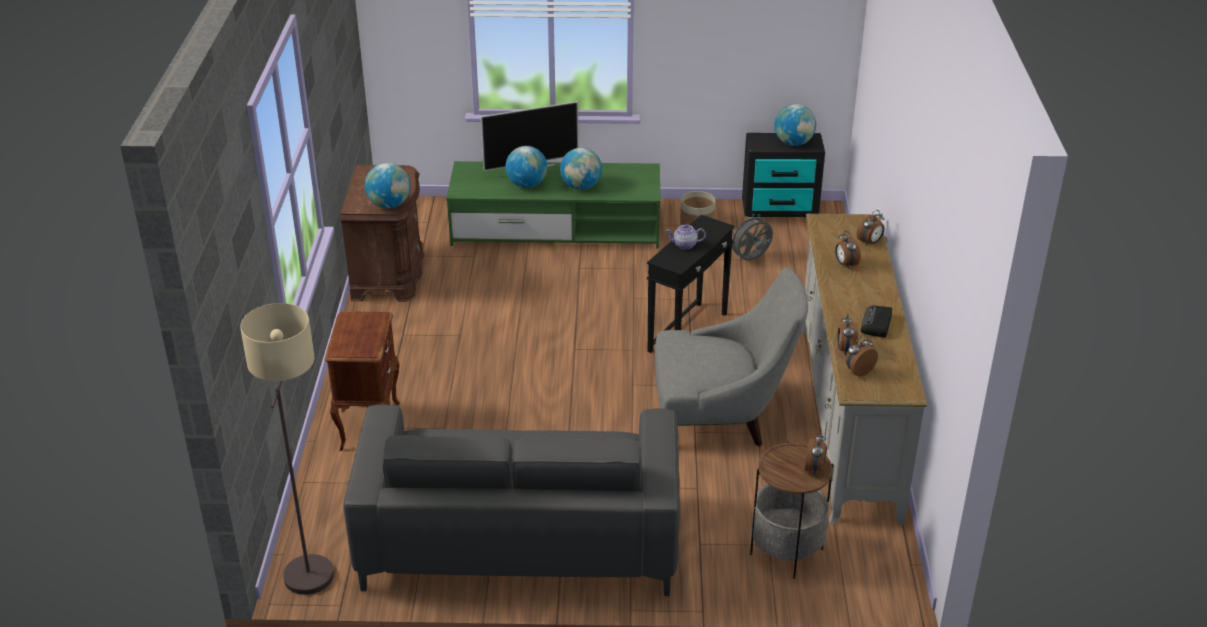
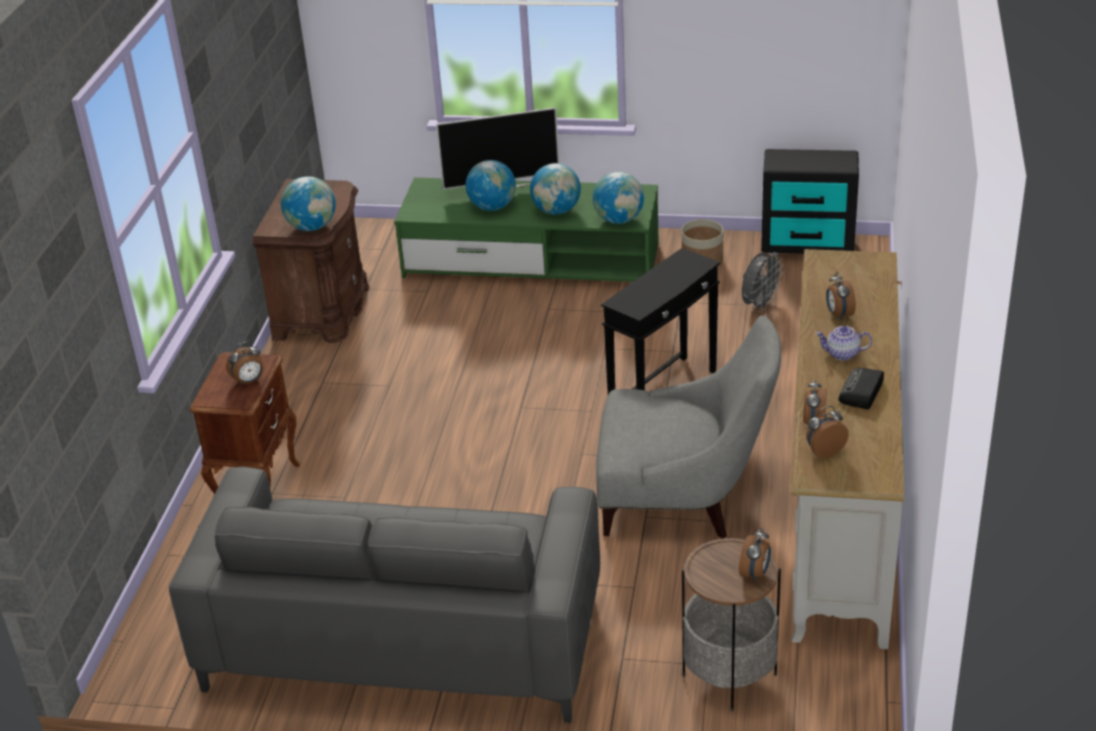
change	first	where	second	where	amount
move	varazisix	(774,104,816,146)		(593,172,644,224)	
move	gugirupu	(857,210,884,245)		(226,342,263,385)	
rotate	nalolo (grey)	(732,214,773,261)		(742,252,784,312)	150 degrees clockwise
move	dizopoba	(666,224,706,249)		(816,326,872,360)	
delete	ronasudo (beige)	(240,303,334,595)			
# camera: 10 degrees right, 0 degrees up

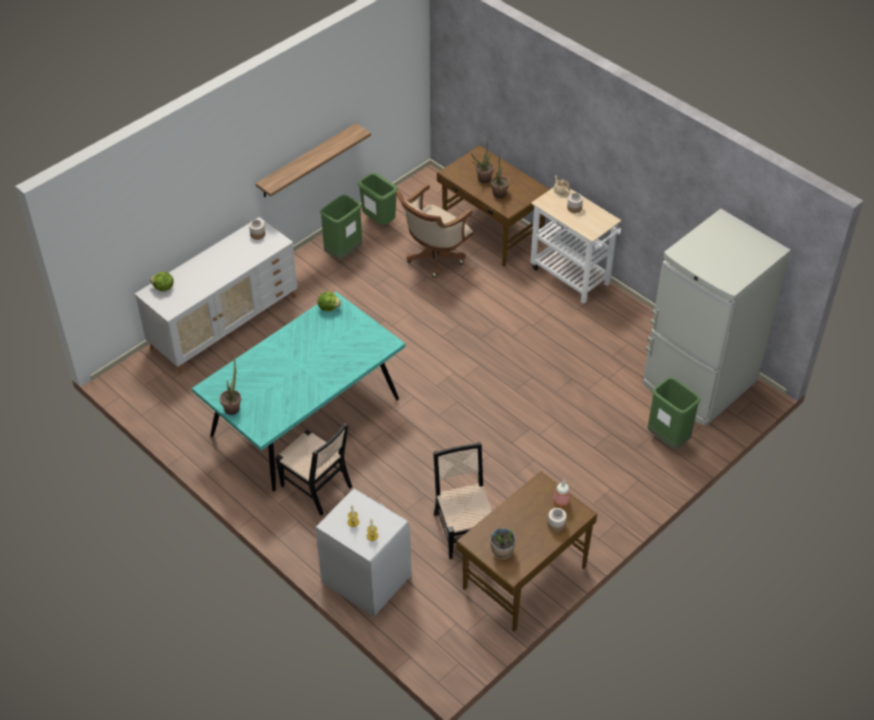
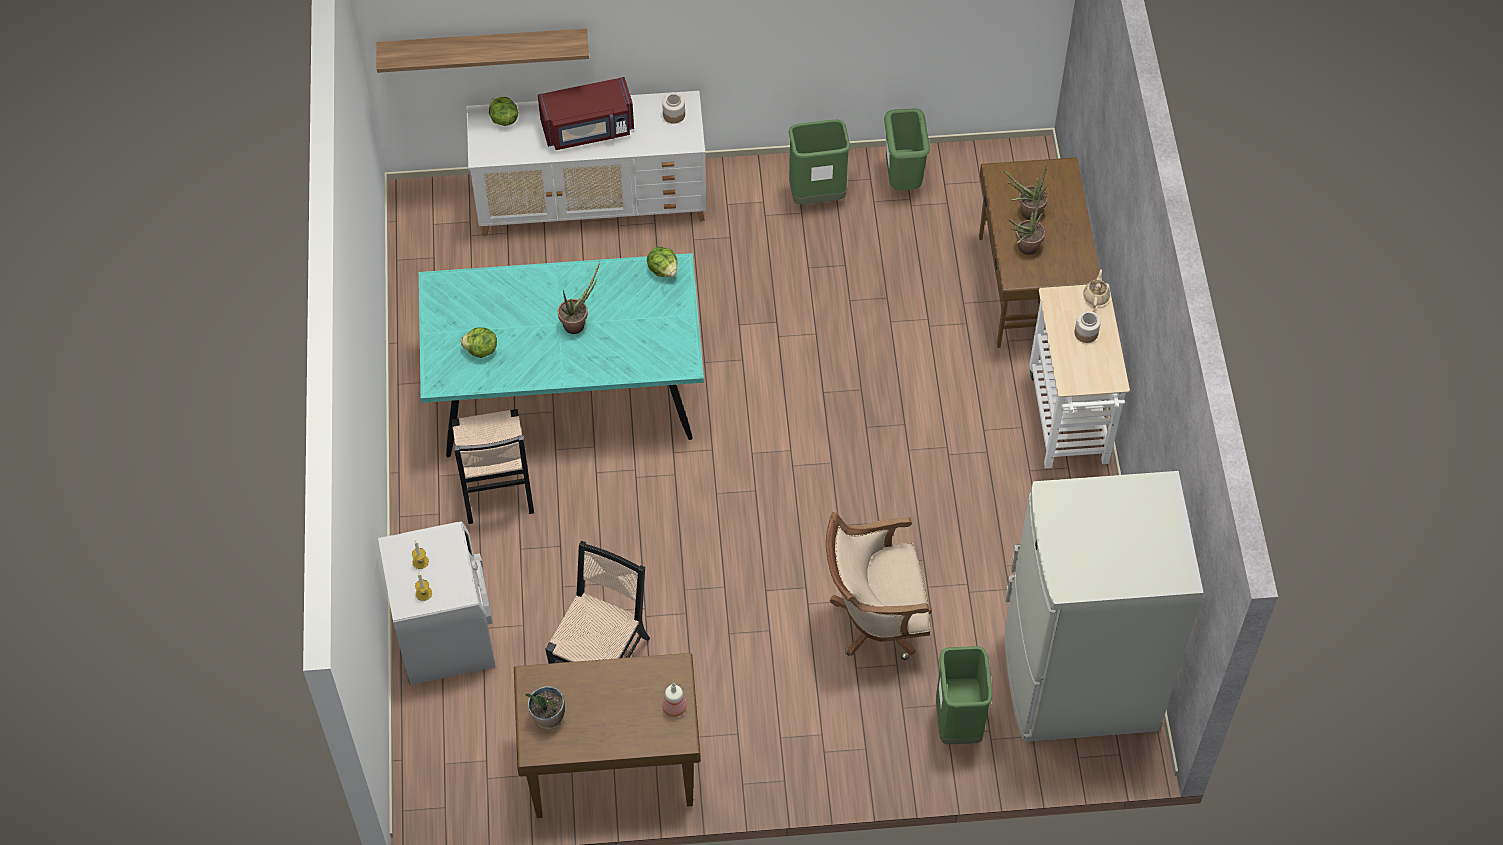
change	first	where	second	where	amount
move	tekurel	(255,123,371,197)		(376,28,589,73)	
move	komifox	(396,184,473,278)		(826,512,932,660)	
move	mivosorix	(220,355,241,415)		(558,262,600,334)	
delete	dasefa	(548,508,567,532)			
insert			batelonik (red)	(538,77,634,150)	
insert			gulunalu	(461,327,497,358)	
# camera: 40 degrees right, 10 degrees up

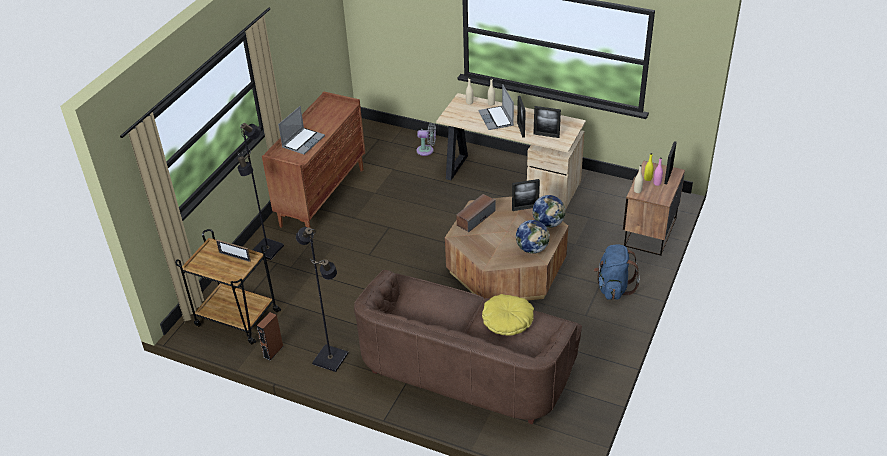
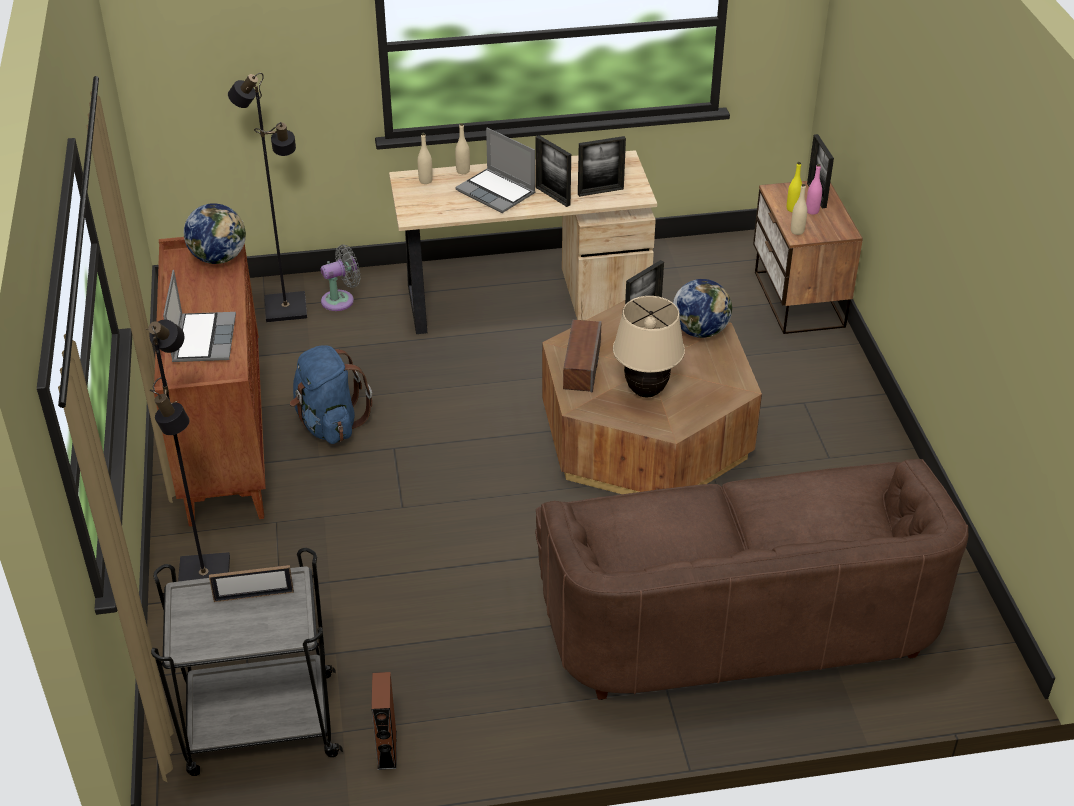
change	first	where	second	where	amount
move	varazisix	(516,220,550,254)		(184,203,246,264)	
move	ronasudo (black)	(296,227,349,372)		(228,73,307,322)	
recolor	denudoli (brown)	(175,229,281,344)	denudoli (grey)	(151,548,343,776)	
move	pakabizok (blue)	(594,245,640,300)		(290,345,372,444)	
delete	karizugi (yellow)	(482,294,534,336)			
insert			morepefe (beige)	(613,296,685,398)	
# camera: 35 degrees left, 0 degrees up

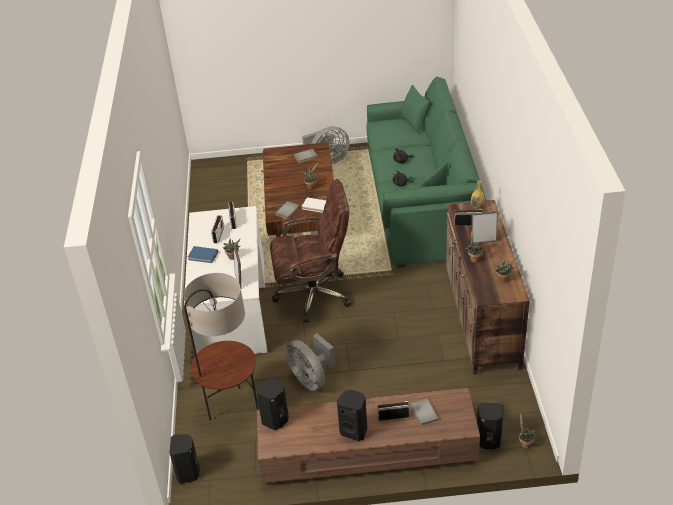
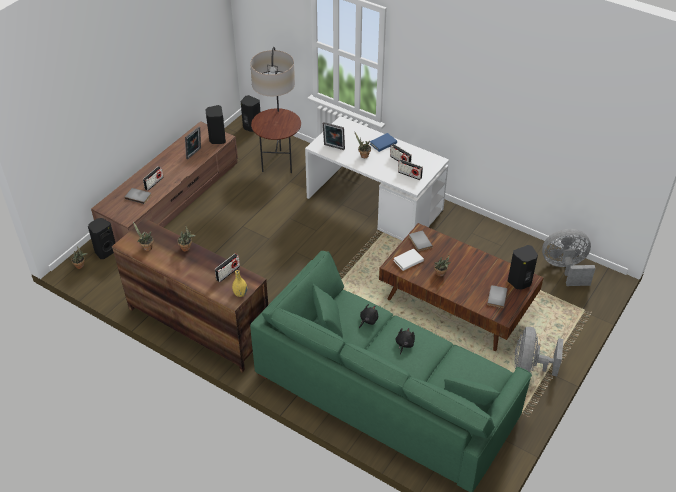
change	first	where	second	where	amount
delete	komifox (brown)	(270,179,351,323)			
move	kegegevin	(471,211,498,243)		(185,127,201,159)	
move	nalolo (grey)	(285,333,335,391)		(542,229,595,286)	
move	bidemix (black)	(337,389,367,441)		(508,245,538,290)	
# camera: 125 degrees right, 5 degrees up

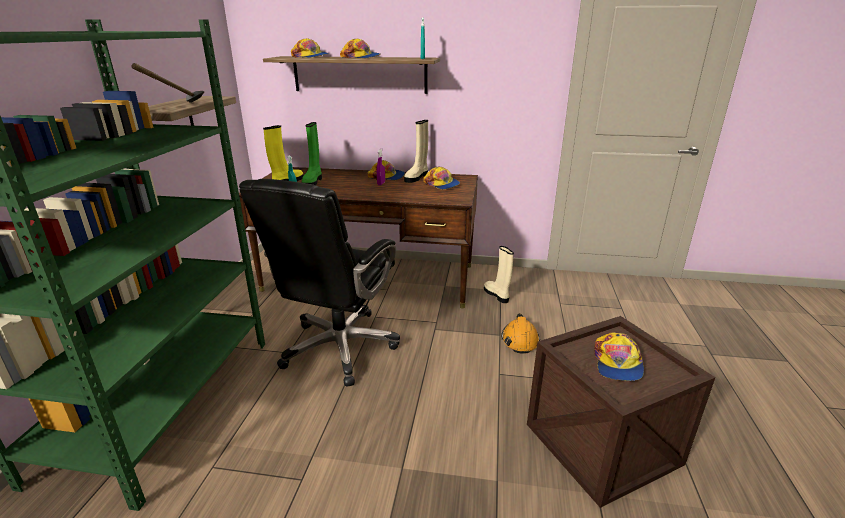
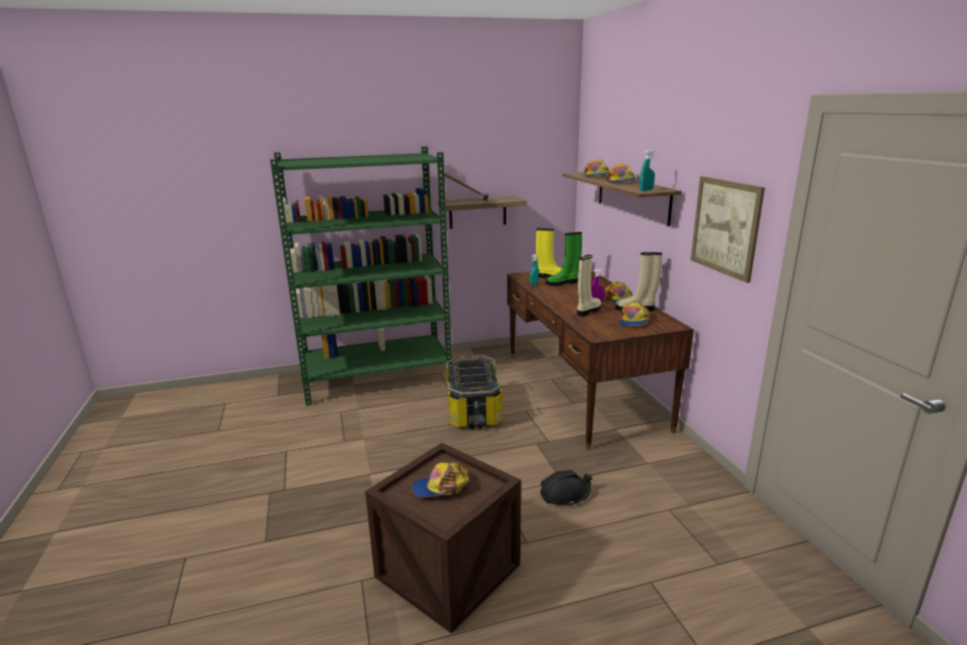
change	first	where	second	where	amount
replace	komifox (black)	(239,179,400,387)	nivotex	(446,355,503,429)	
move	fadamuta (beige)	(484,246,514,303)		(577,255,601,317)	
recolor	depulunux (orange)	(501,313,540,354)	depulunux (black)	(540,470,592,506)	
insert			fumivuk	(691,176,765,283)	
# camera: 65 degrees right, 5 degrees down

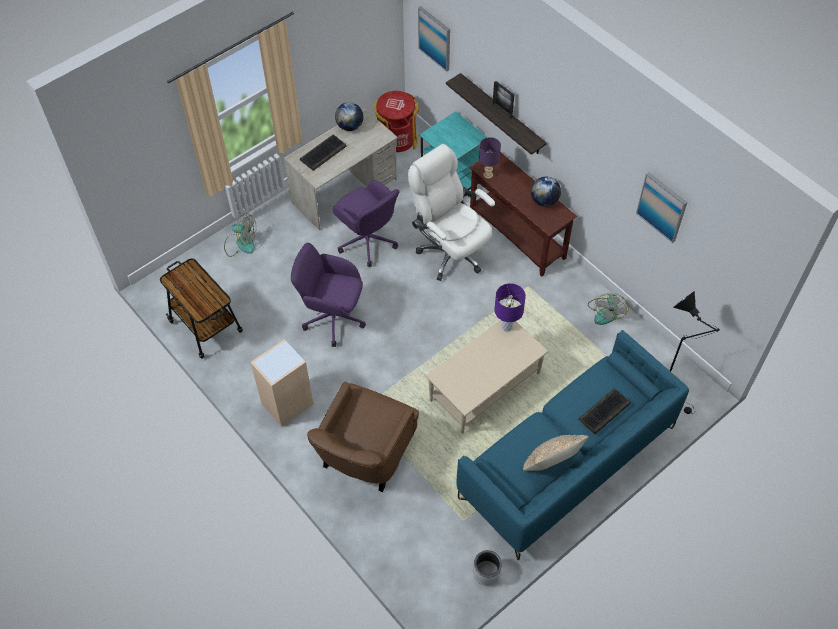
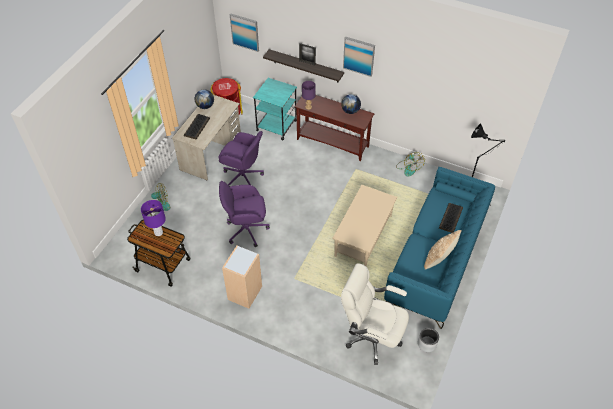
change	first	where	second	where	amount
move	komifox (white)	(408,144,495,281)		(341,263,409,365)	
move	fumivuk	(636,172,687,243)		(343,37,375,77)	
move	morepefe (purple)	(494,283,526,332)		(141,200,166,236)	
delete	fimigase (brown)	(307,382,419,492)			
# camera: 25 degrees left, 5 degrees down

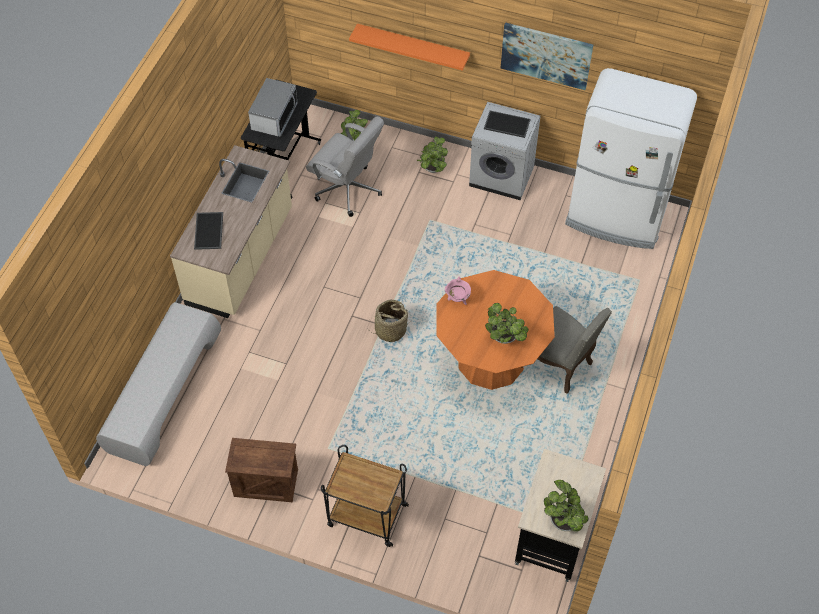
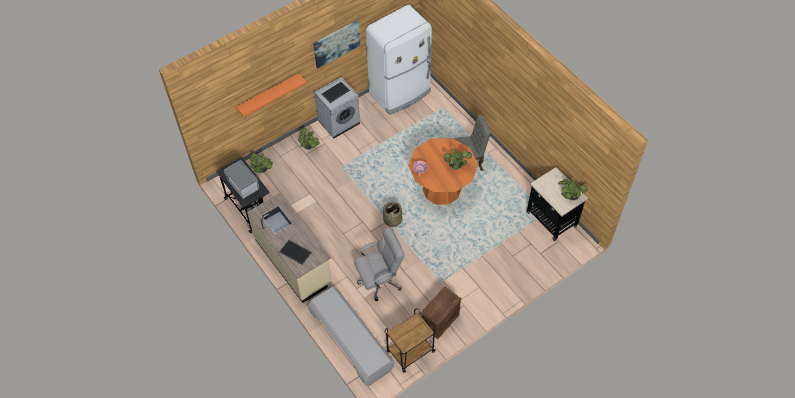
change	first	where	second	where	amount
move	komifox (grey)	(306,116,384,217)		(354,228,405,301)	
move	denudoli (brown)	(321,445,409,547)		(385,309,436,373)	
# camera: 55 degrees left, 0 degrees up

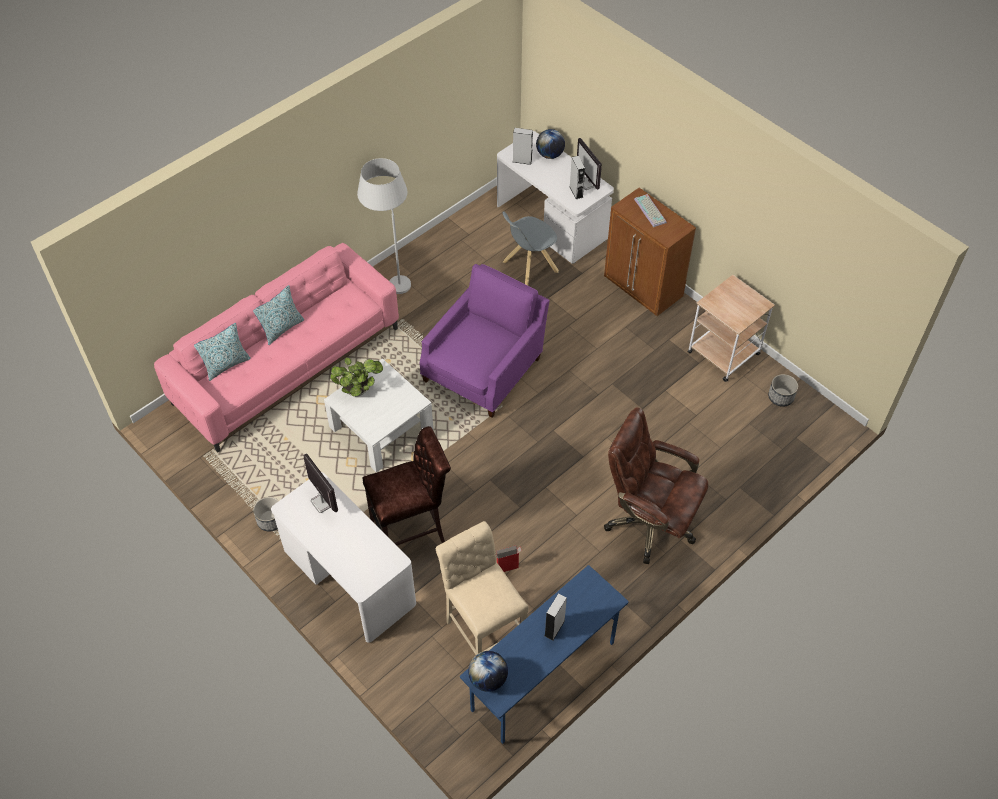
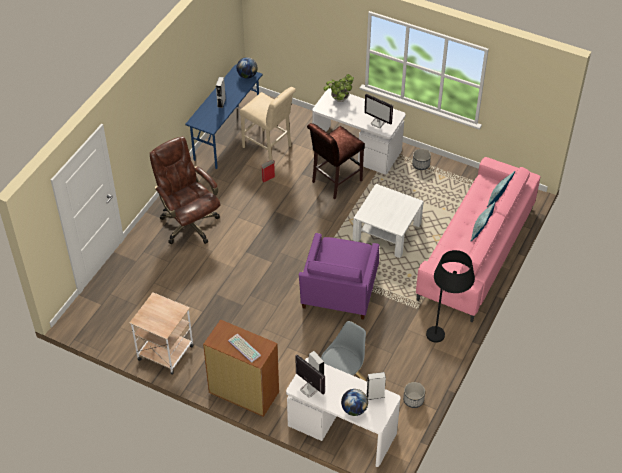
change	first	where	second	where	amount
recolor	ronasudo (white)	(357,158,411,294)	ronasudo (black)	(426,250,475,343)	
move	mivosorix	(330,358,383,397)		(324,74,354,102)	
move	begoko	(768,374,798,407)		(403,382,425,408)	
rotate	komifox (brown)	(604,407,708,564)		(150,136,220,244)	135 degrees counterclockwise
# camera: 160 degrees right, 5 degrees down

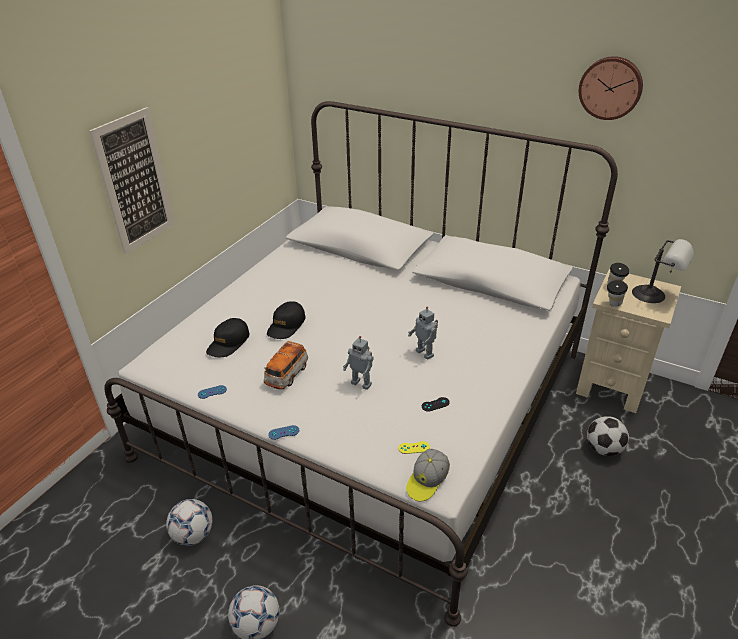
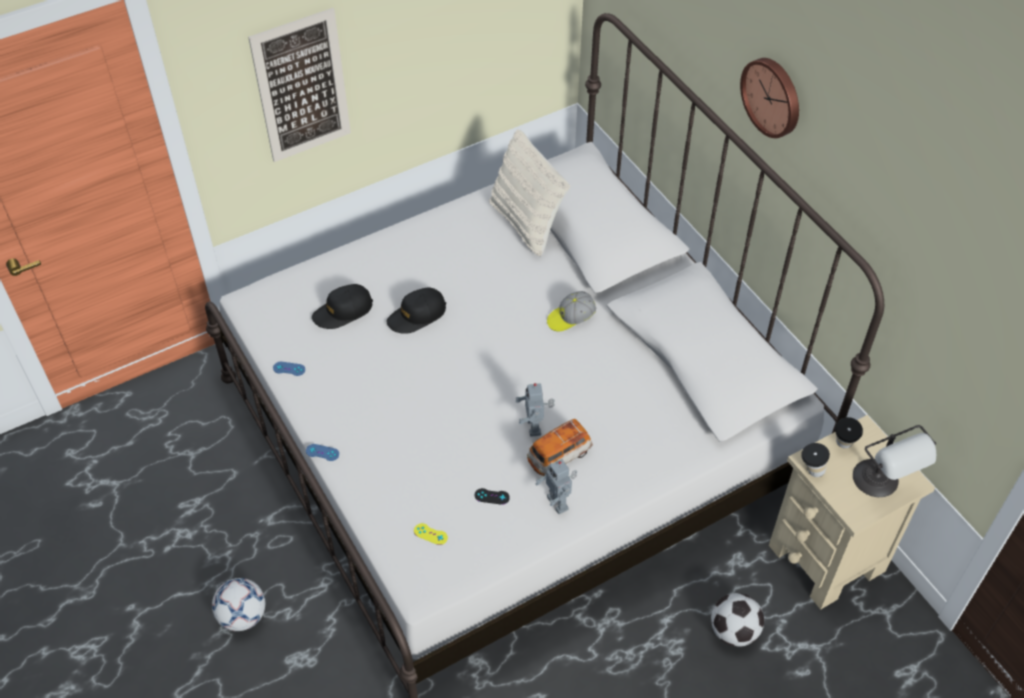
change	first	where	second	where	amount
move	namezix	(579,56,643,120)		(740,58,799,138)	
move	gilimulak	(343,336,374,390)		(536,459,577,514)	
move	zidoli	(264,341,308,389)		(527,419,593,476)	
move	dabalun	(406,449,450,502)		(547,291,596,332)	
delete	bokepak	(166,499,213,546)			
insert			karizugi (beige)	(489,129,570,256)	
# camera: 30 degrees right, 15 degrees up

